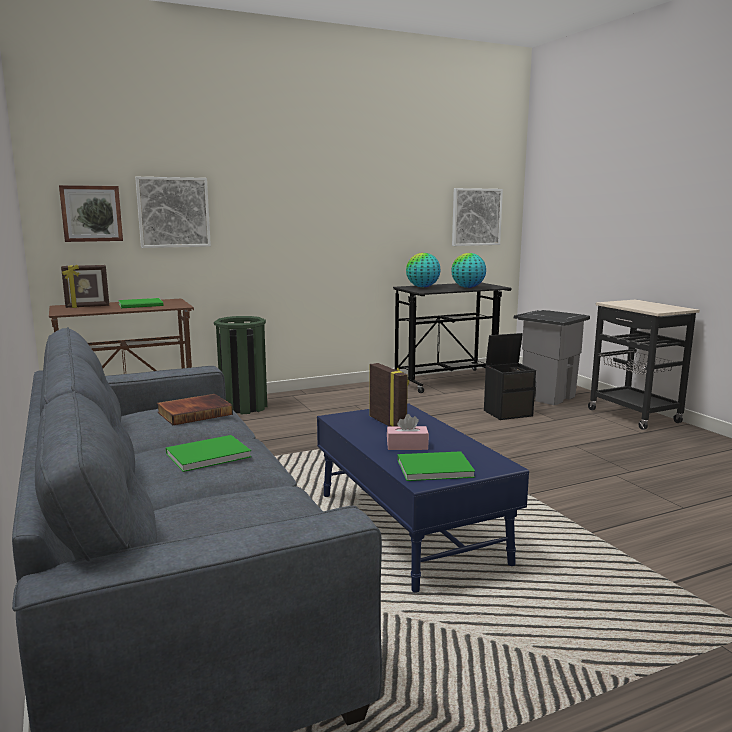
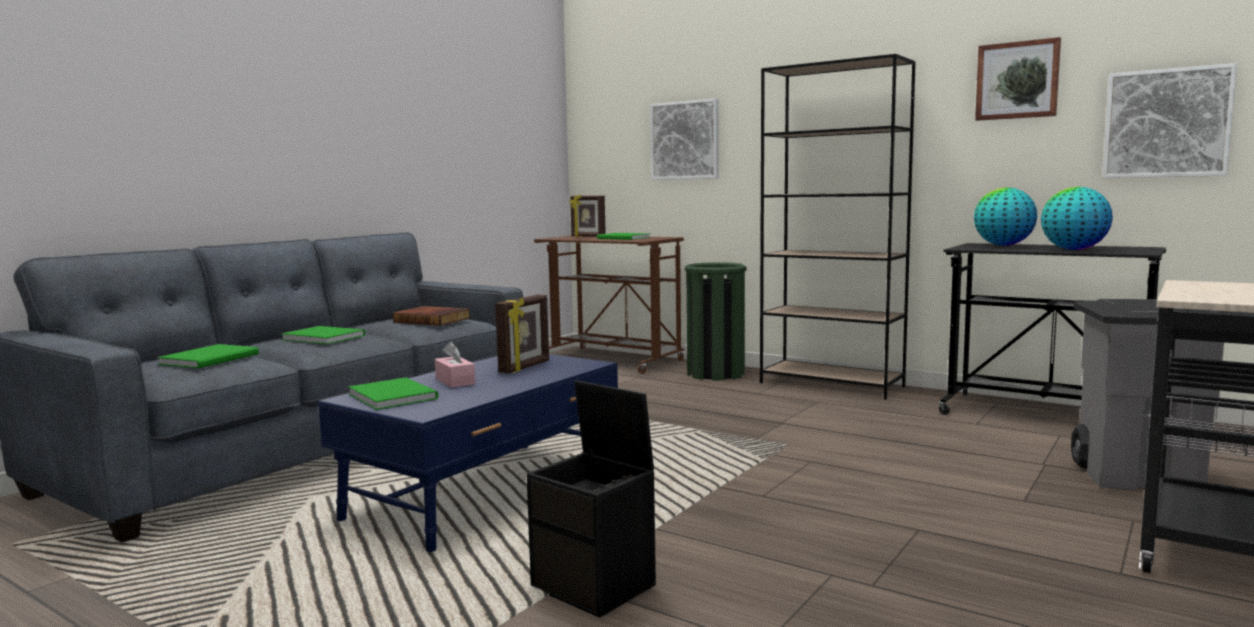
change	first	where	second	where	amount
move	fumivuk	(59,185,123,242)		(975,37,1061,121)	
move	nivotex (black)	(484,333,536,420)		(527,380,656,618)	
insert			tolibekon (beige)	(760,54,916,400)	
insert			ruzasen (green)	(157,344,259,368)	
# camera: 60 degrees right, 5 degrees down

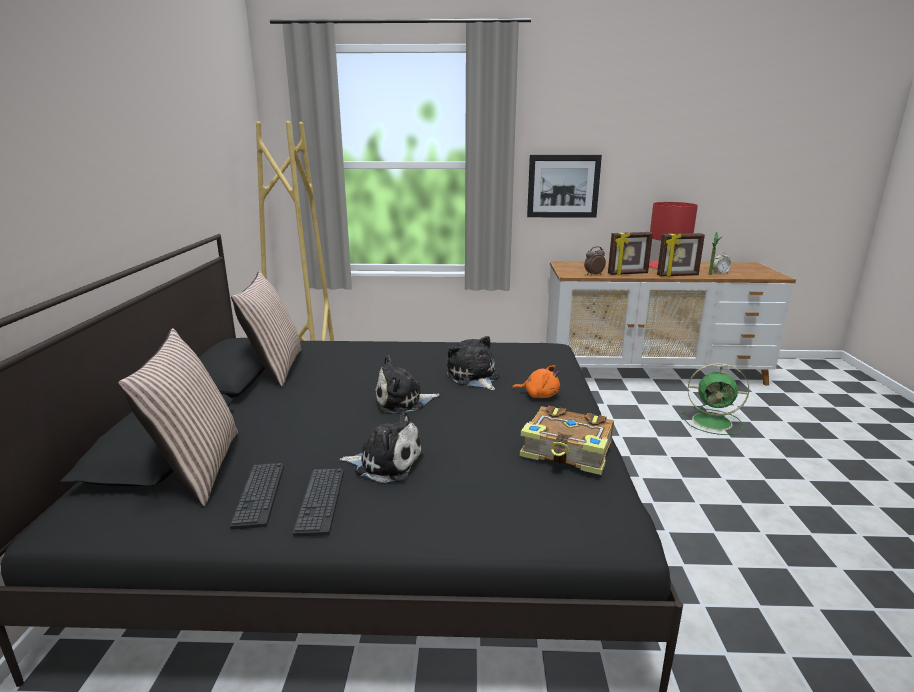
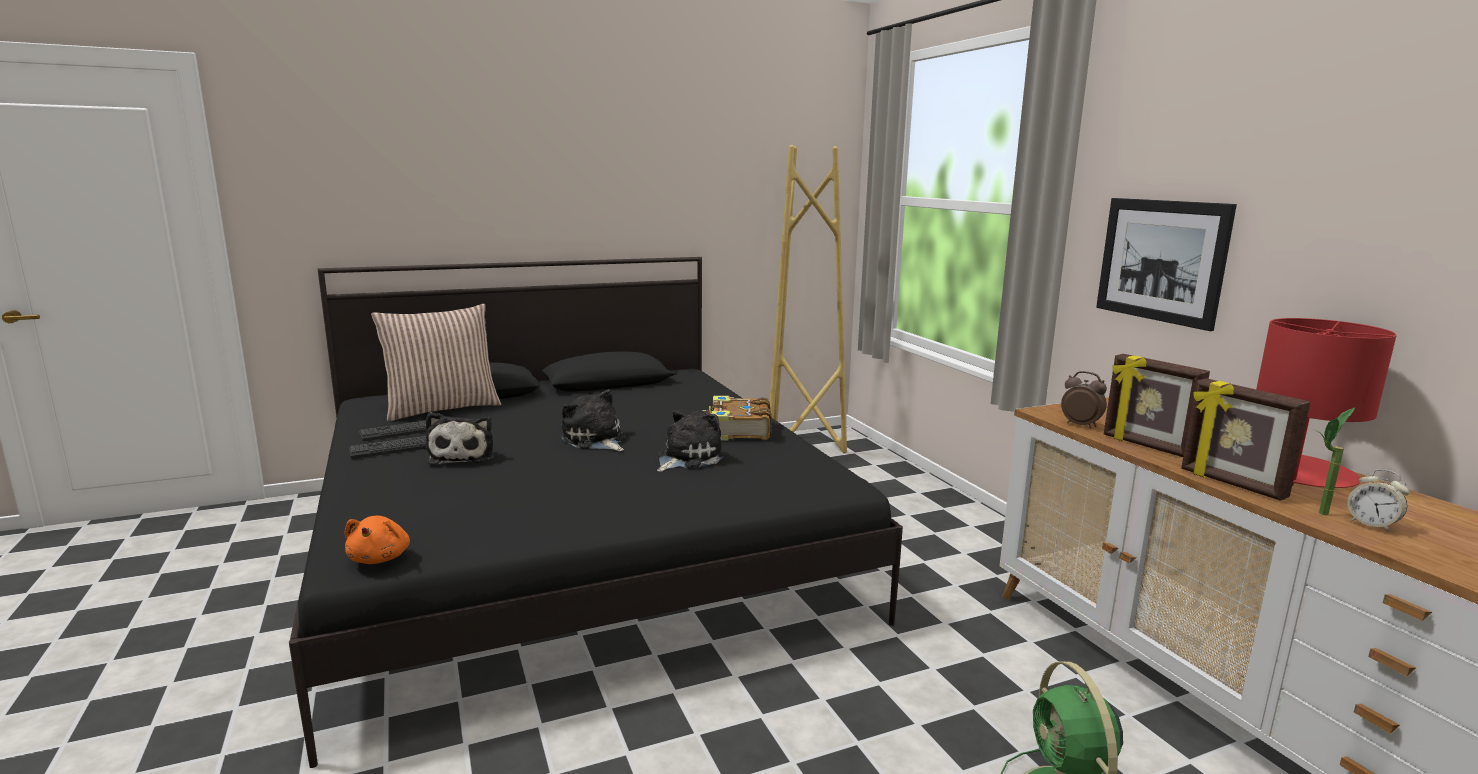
change	first	where	second	where	amount
delete	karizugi	(231,271,302,387)			
move	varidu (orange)	(512,365,560,398)		(345,516,410,564)	
move	ruzasen	(520,406,614,475)		(703,396,772,440)	
# camera: 65 degrees right, 5 degrees down

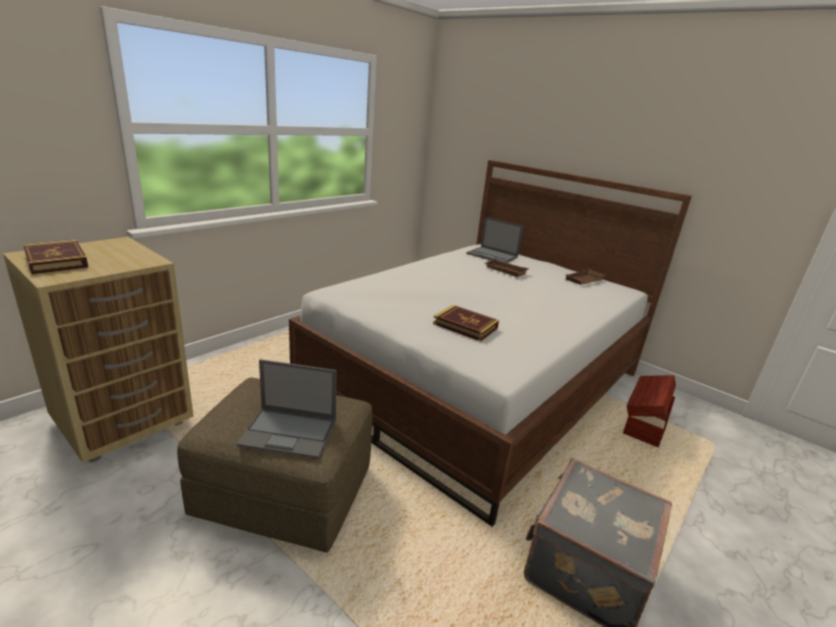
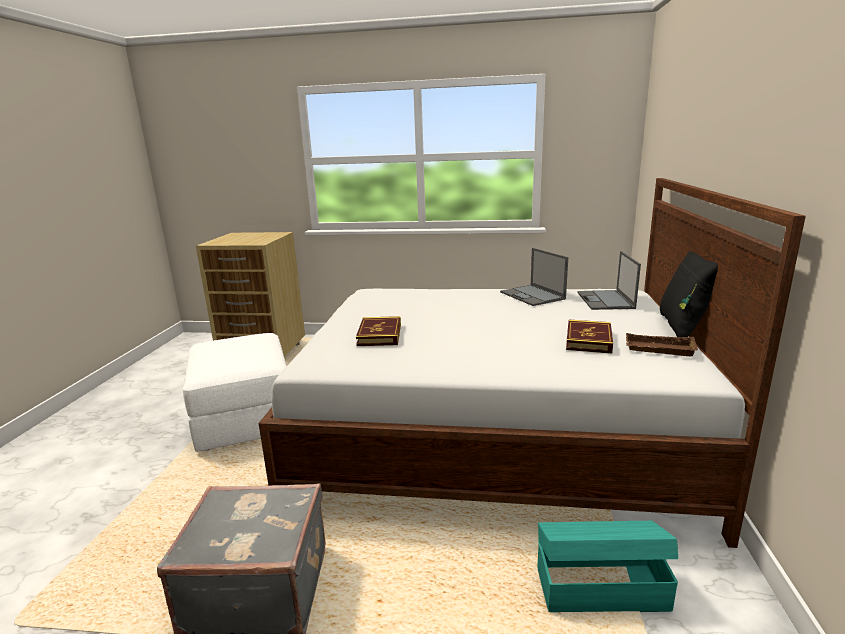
change	first	where	second	where	amount
move	ruzasen	(23,240,89,274)		(566,320,613,354)	
delete	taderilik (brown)	(485,259,529,277)			
move	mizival	(237,359,337,459)		(500,248,568,306)	
recolor	nivotex (brown)	(623,375,676,447)	nivotex (turquoise)	(538,521,678,612)	
recolor	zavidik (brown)	(177,377,373,553)	zavidik (white)	(183,333,287,452)	
insert			karizugi (black)	(660,251,718,337)	
# camera: 60 degrees right, 5 degrees down

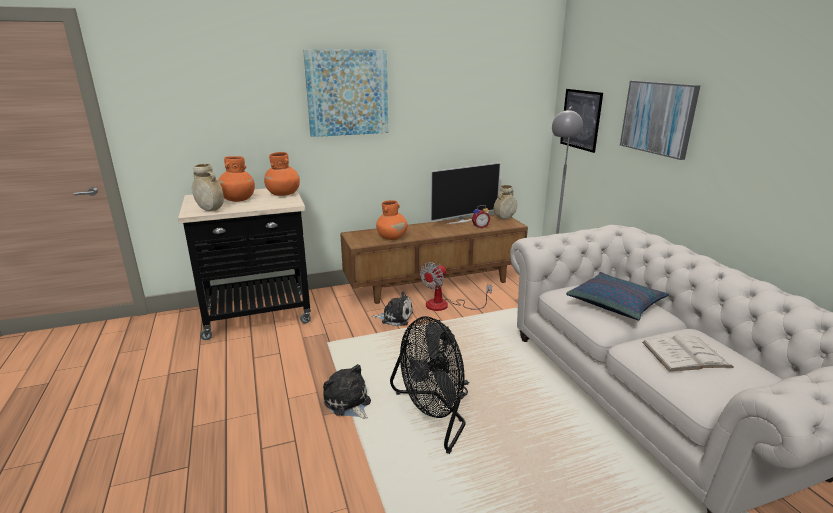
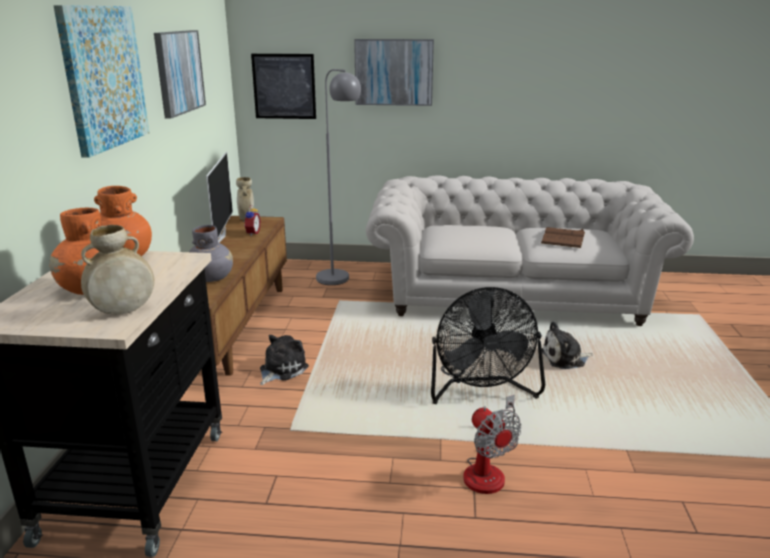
change	first	where	second	where	amount
recolor	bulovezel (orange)	(376,200,408,240)	bulovezel (grey)	(189,225,233,282)	
move	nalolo	(420,262,492,311)		(463,395,521,494)	
delete	karizugi (blue)	(566,272,669,321)			
recolor	ruzasen (white)	(642,334,734,371)	ruzasen (brown)	(541,227,585,248)	
move	varidu	(323,364,371,419)		(542,321,593,369)	
insert			fumivuk	(154,30,206,119)	
# camera: 65 degrees left, 0 degrees up

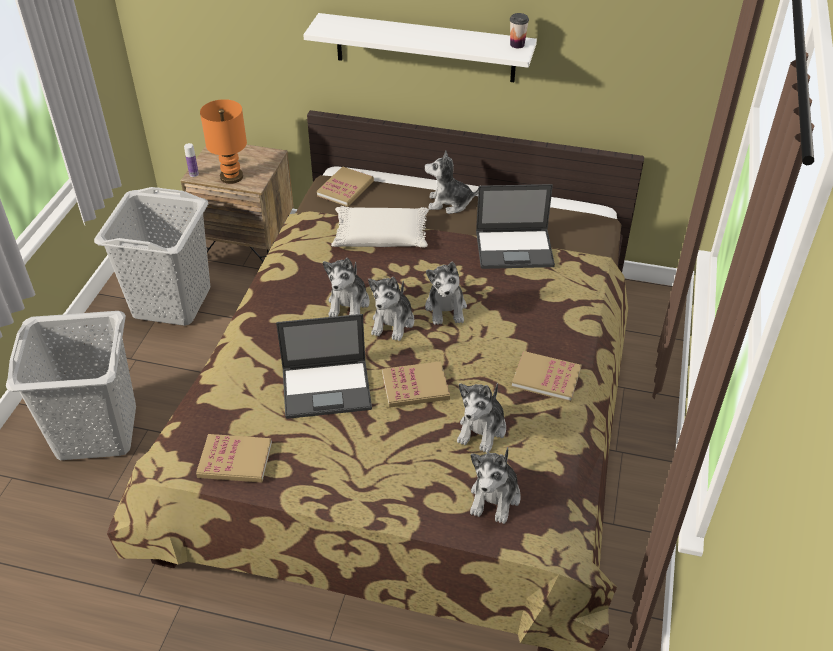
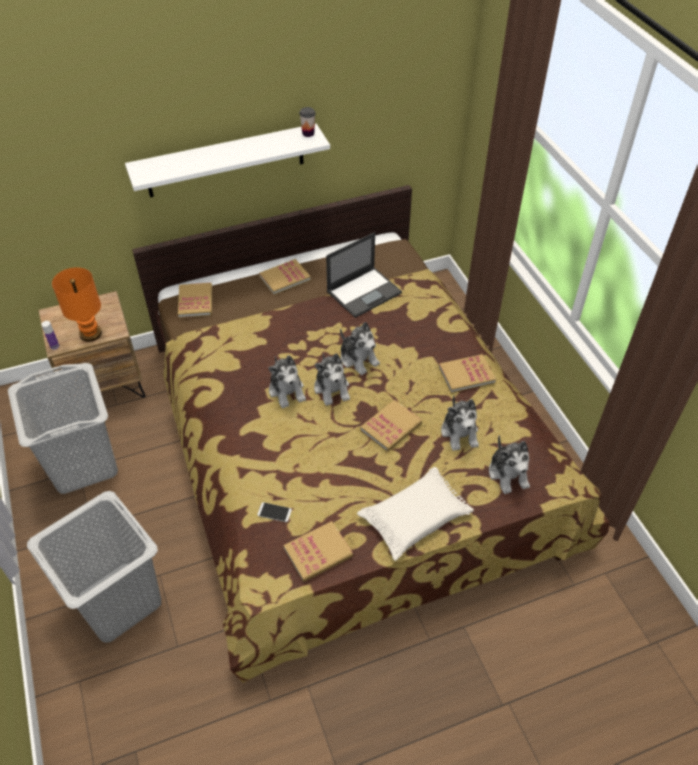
change	first	where	second	where	amount
replace	varidu	(425,150,481,214)	ruzasen	(259,259,311,295)	
move	karizugi (white)	(331,206,429,247)		(357,467,474,561)	
delete	mizival	(276,314,372,419)			
insert			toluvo	(257,502,292,522)	
# camera: 35 degrees left, 5 degrees up

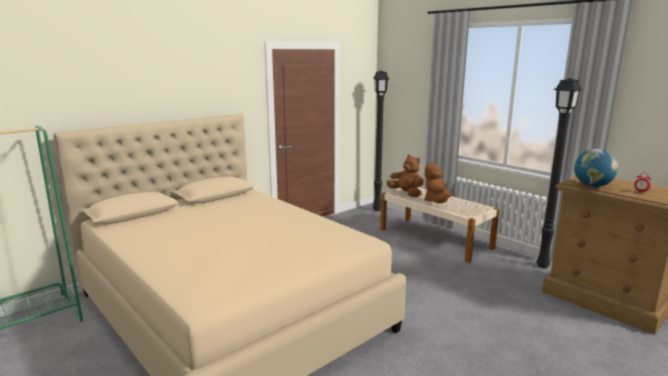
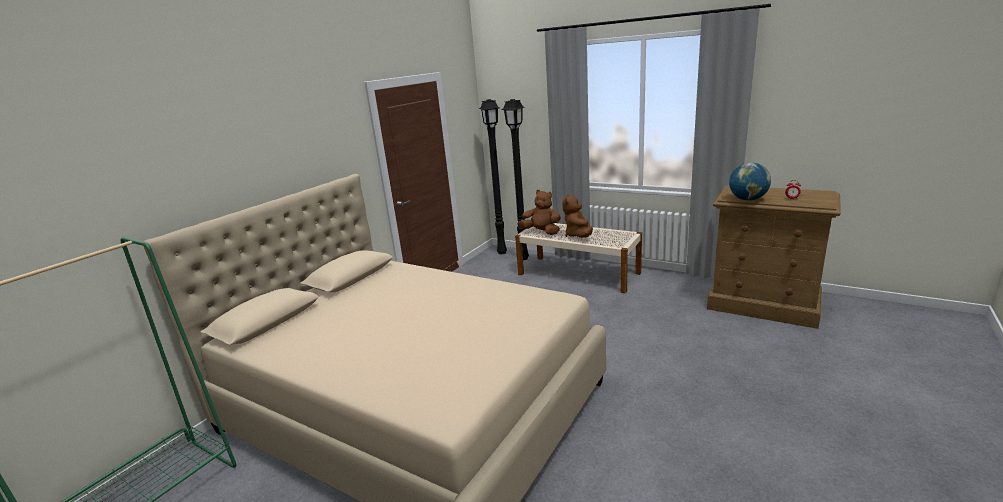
change	first	where	second	where	amount
move	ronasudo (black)	(536,78,583,269)		(502,99,529,260)	
# camera: 15 degrees left, 5 degrees up

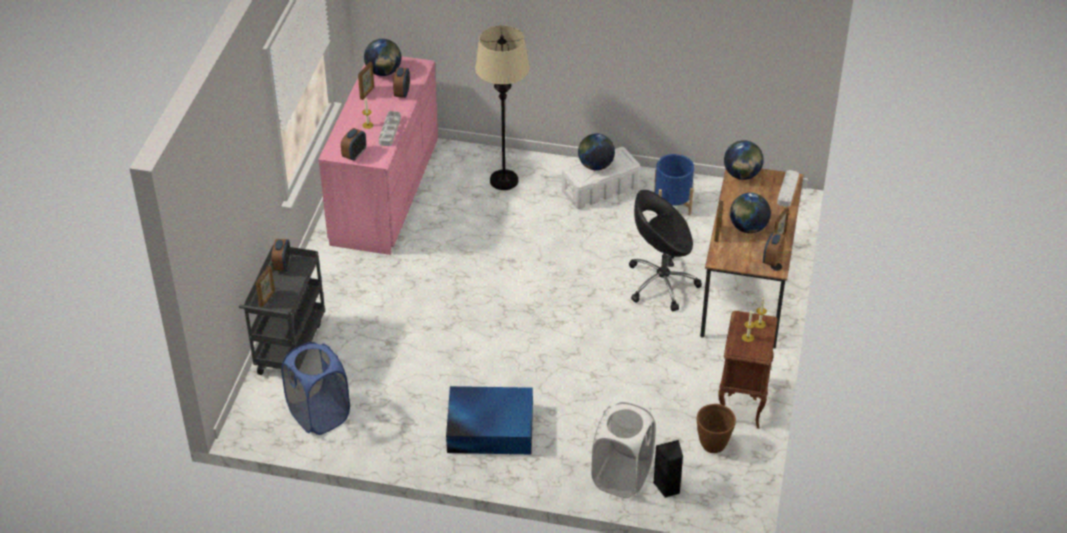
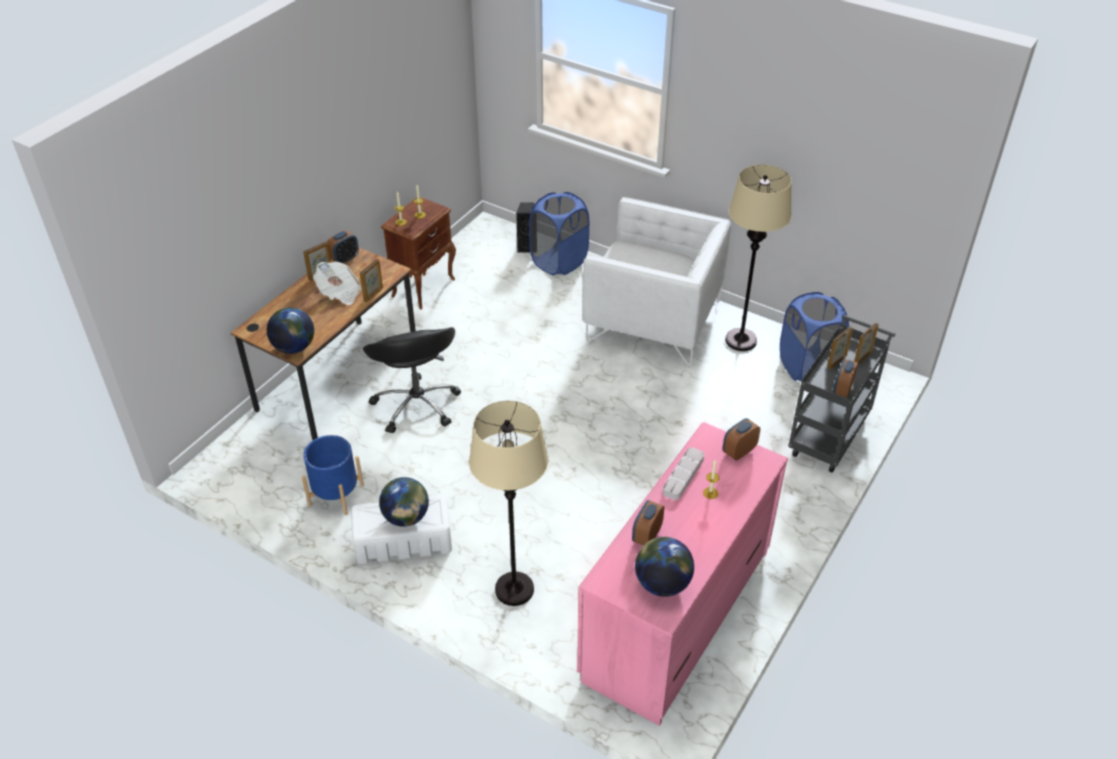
change	first	where	second	where	amount
move	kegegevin	(358,62,374,100)		(827,327,853,370)	
delete	taderilik (grey)	(777,170,799,207)			
rotate	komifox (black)	(629,190,702,311)		(363,327,461,433)	60 degrees clockwise
replace	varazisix	(730,193,771,233)	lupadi	(313,262,362,305)	
replace	nivotex (blue)	(446,386,533,454)	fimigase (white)	(582,197,731,366)	
recolor	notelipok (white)	(591,402,656,498)	notelipok (blue)	(529,192,589,275)	
delete	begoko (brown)	(697,404,736,453)			
insert			ronasudo (beige)	(725,164,792,351)	
# camera: 160 degrees left, 0 degrees up

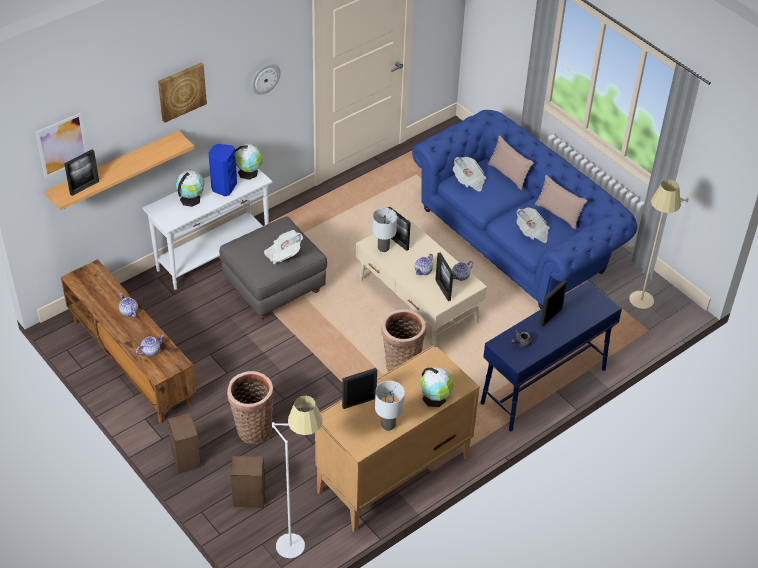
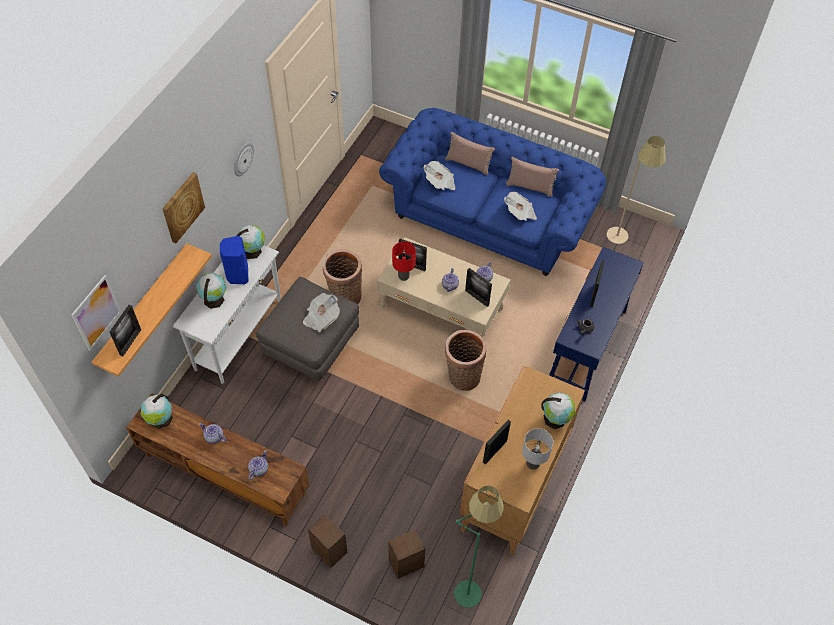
change	first	where	second	where	amount
recolor	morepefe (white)	(372,208,397,252)	morepefe (red)	(392,242,416,281)	
move	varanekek	(227,371,274,444)		(322,249,362,304)	
recolor	ronasudo (white)	(272,395,323,558)	ronasudo (green)	(454,486,504,608)	
insert			varazisix	(141,394,173,429)	
# camera: 25 degrees left, 10 degrees up

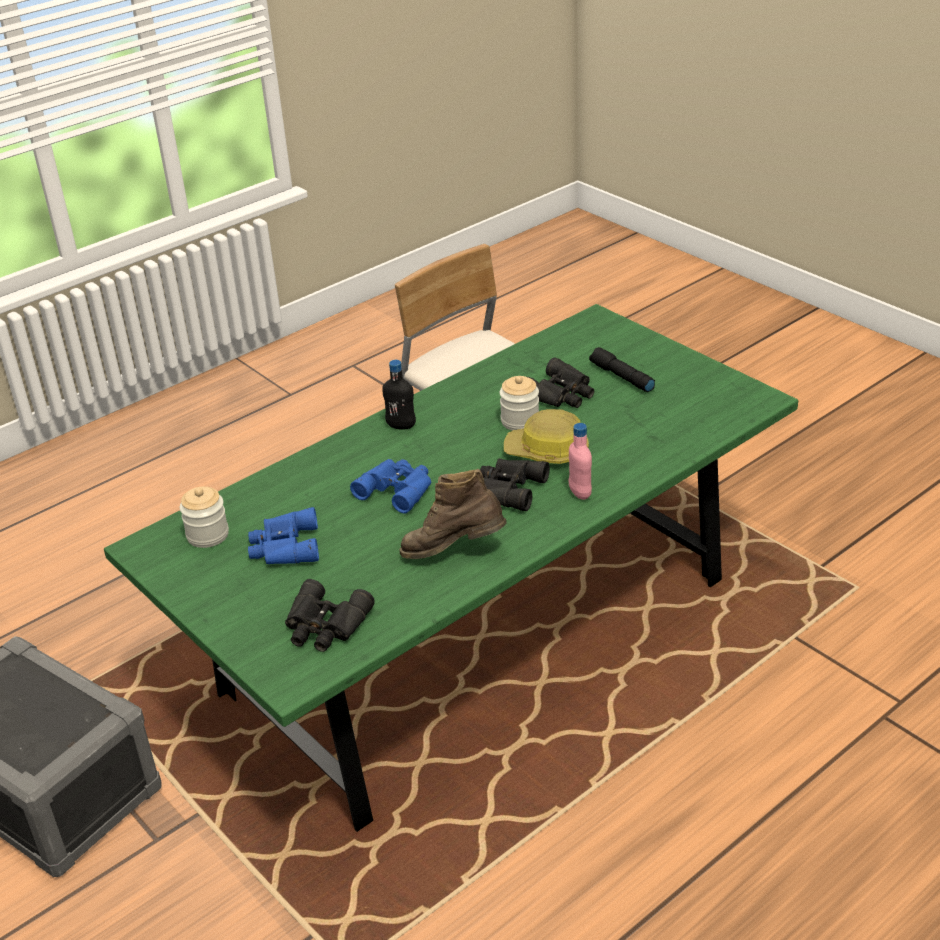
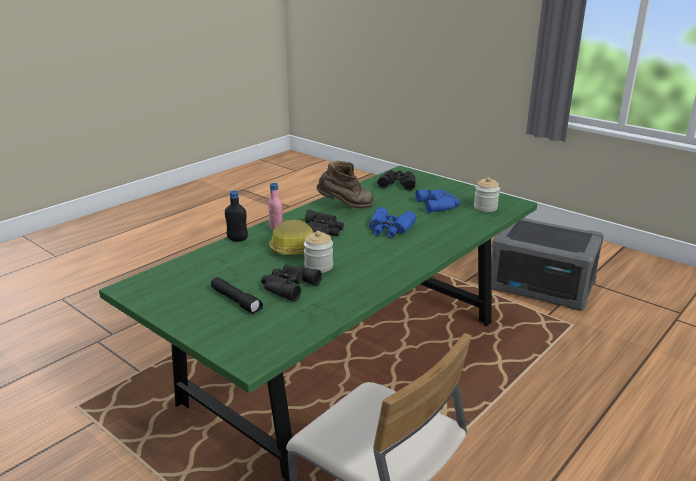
change	first	where	second	where	amount
move	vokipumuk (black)	(382,360,416,429)		(225,190,248,241)	
# camera: 170 degrees right, 10 degrees down

